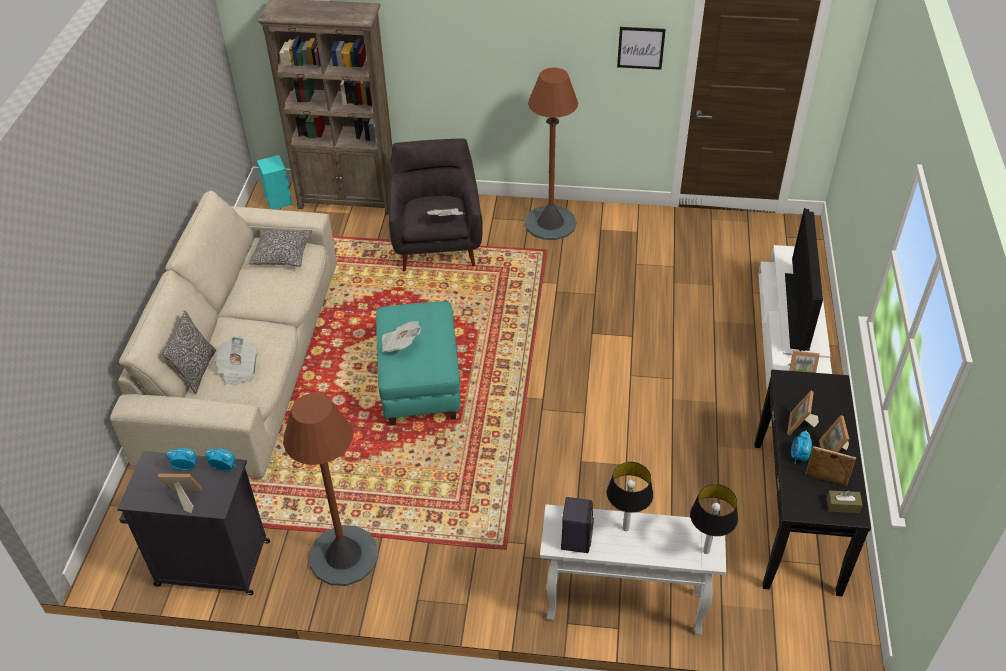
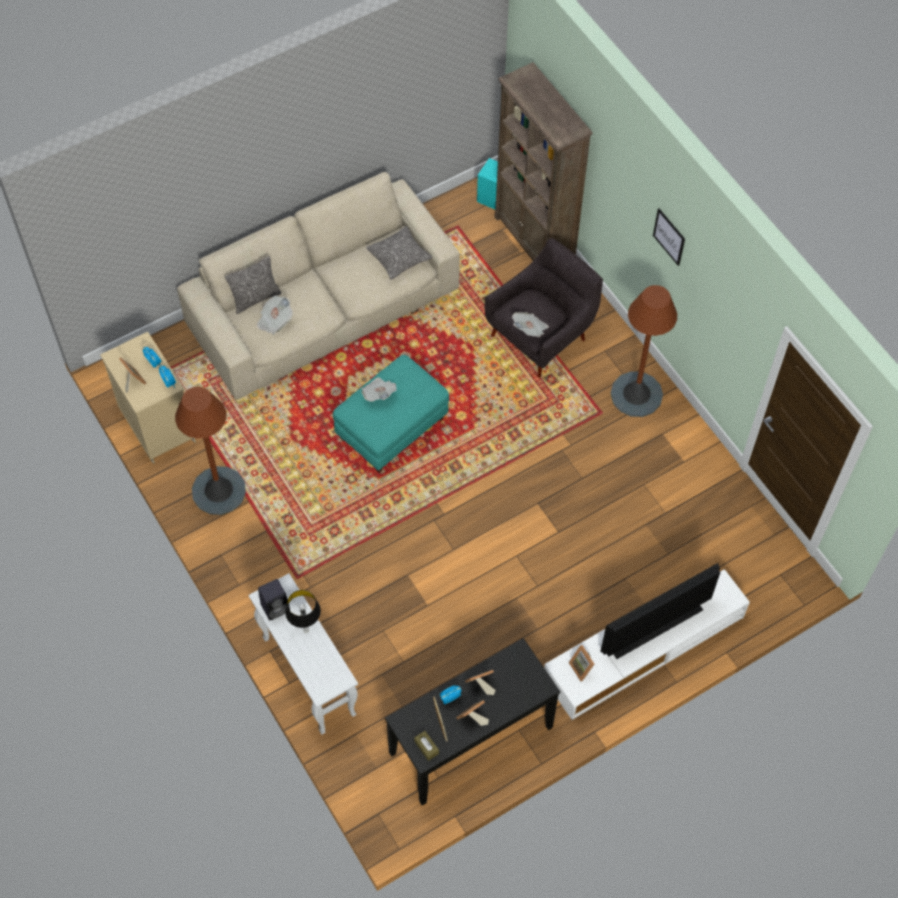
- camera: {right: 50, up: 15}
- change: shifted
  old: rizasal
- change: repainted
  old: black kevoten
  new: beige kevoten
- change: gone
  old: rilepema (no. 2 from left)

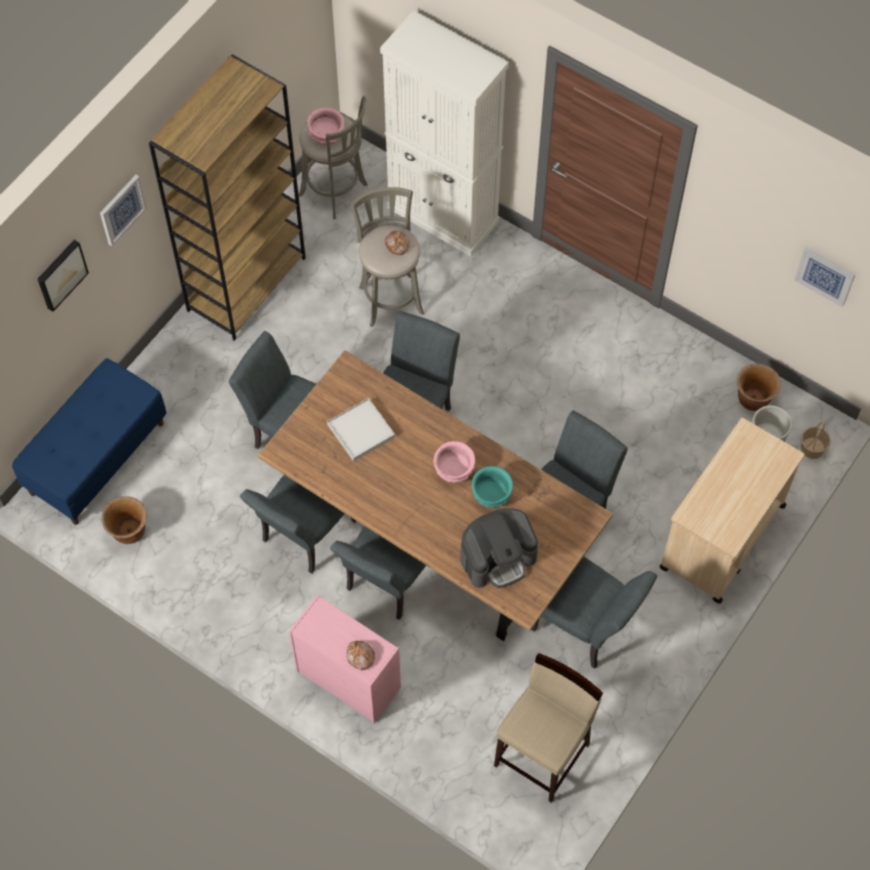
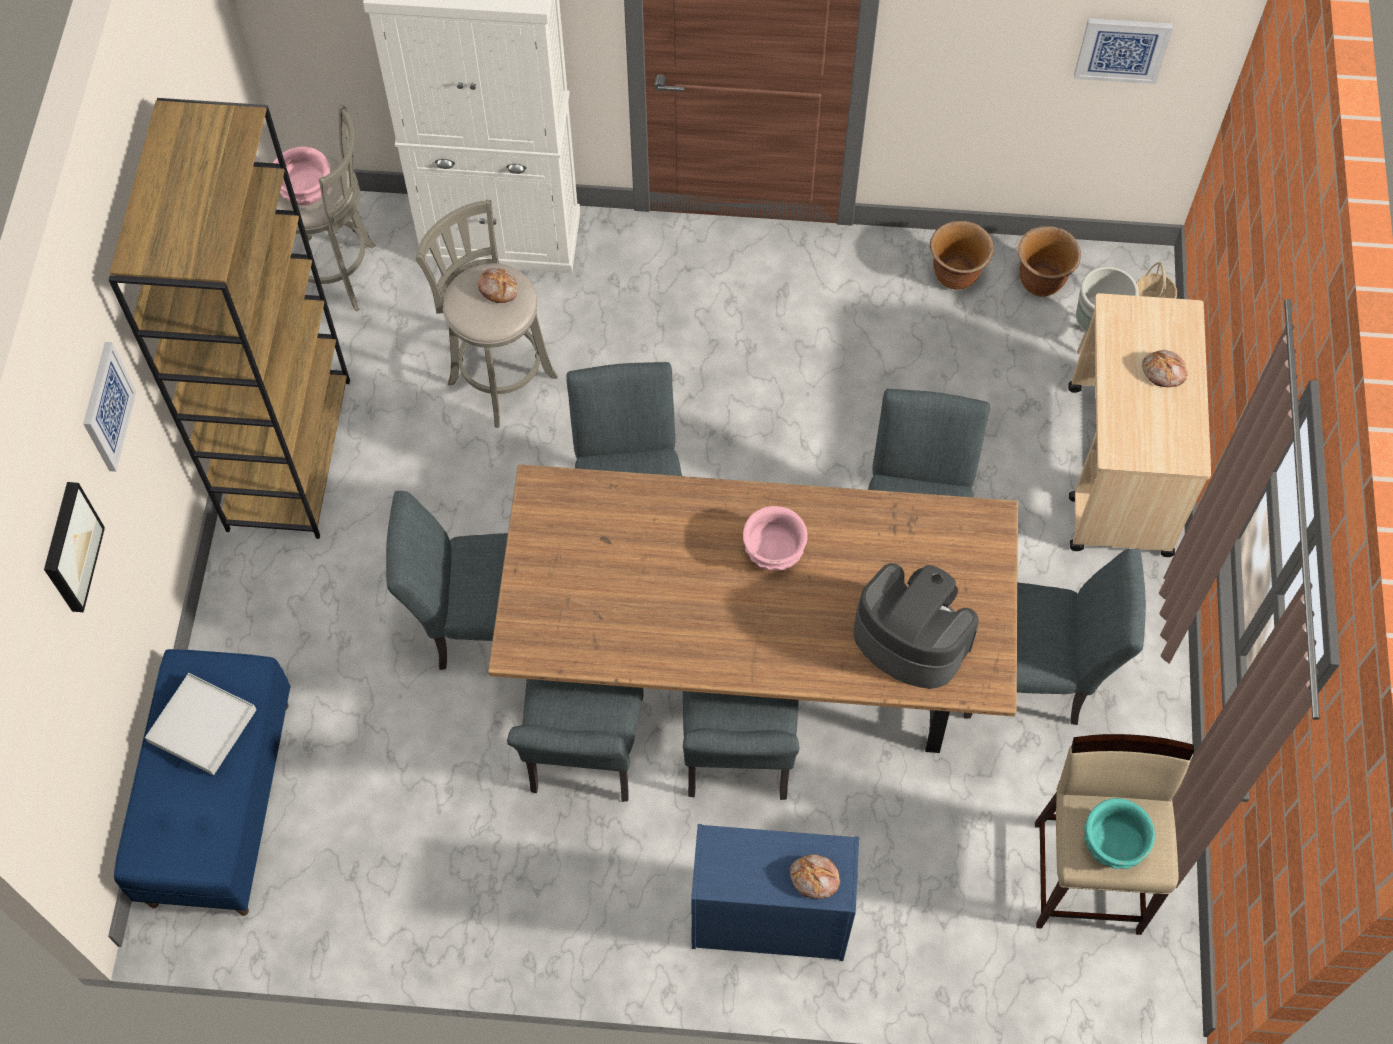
- camera: {right: -30, up: 0}
- change: shifted
  old: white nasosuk
- change: shifted
  old: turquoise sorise
- change: shifted
  old: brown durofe (no. 1 from left)
- change: rotated
  old: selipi
  degrees: -90
- change: repainted
  old: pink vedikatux
  new: blue vedikatux
- change: new
  new: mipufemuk (no. 3 from left)

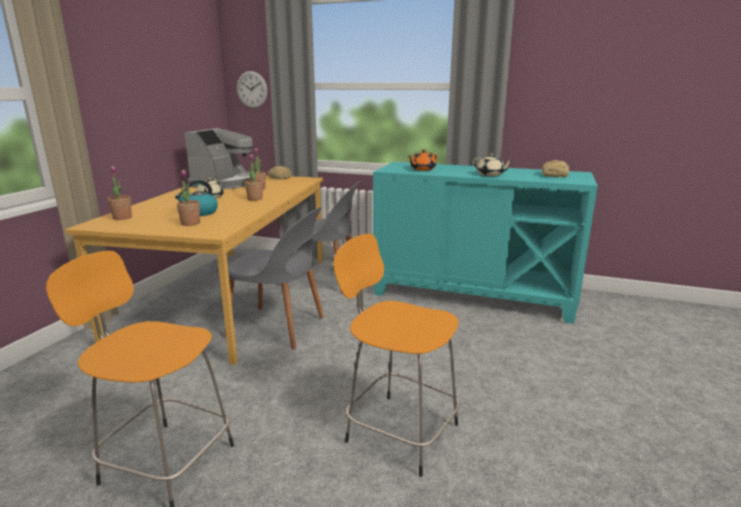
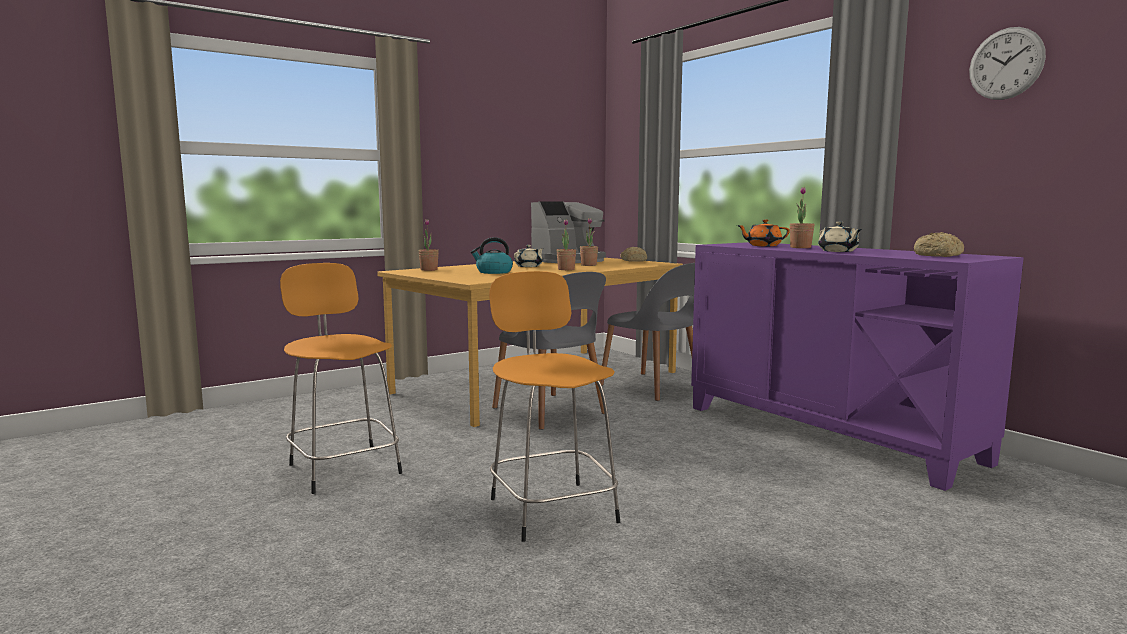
- camera: {right: 35, up: -10}
- change: shifted
  old: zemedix
- change: repainted
  old: turquoise kevoten
  new: purple kevoten
- change: shifted
  old: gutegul (no. 2 from left in the first image)
  new: gutegul (no. 4 from left)

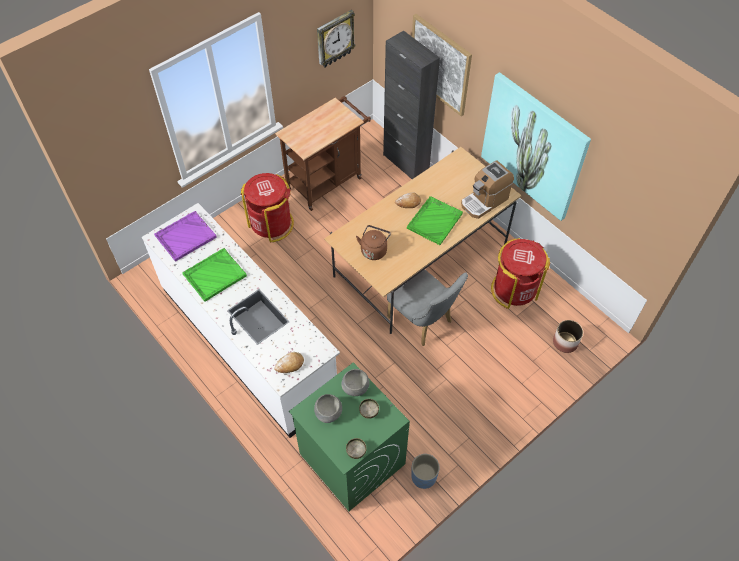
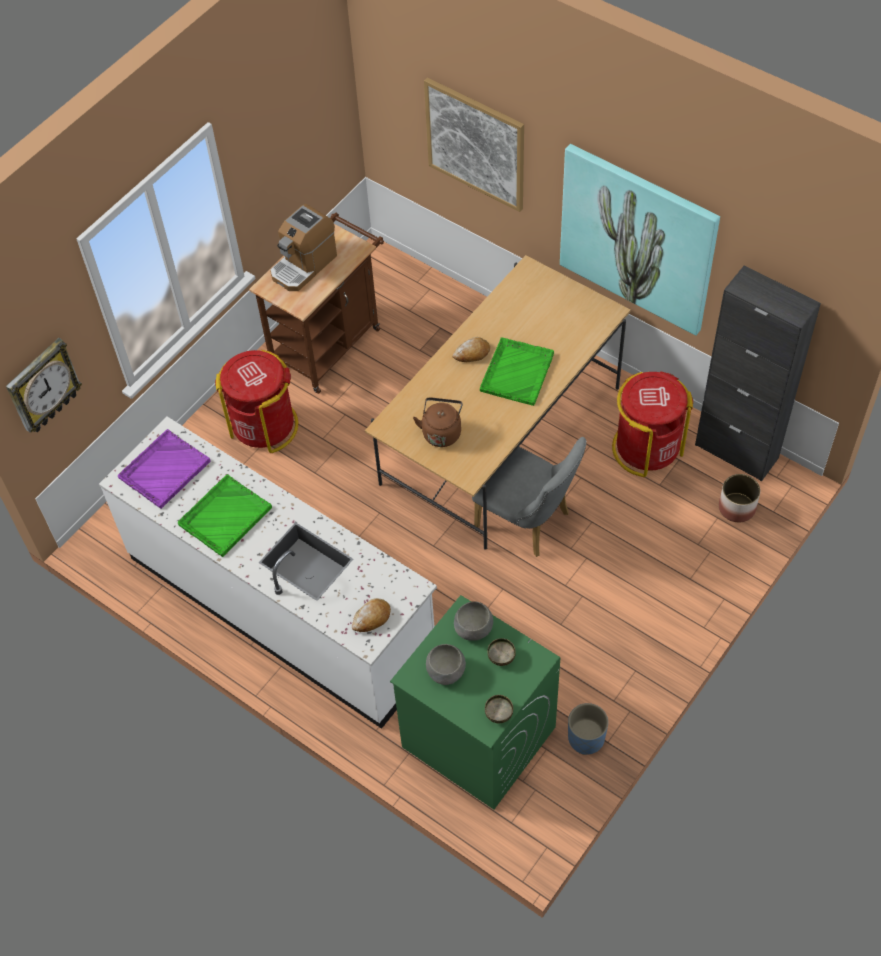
- camera: {right: -10, up: 0}
- change: shifted
  old: zemedix
- change: shifted
  old: black kevoten
- change: shifted
  old: selipi

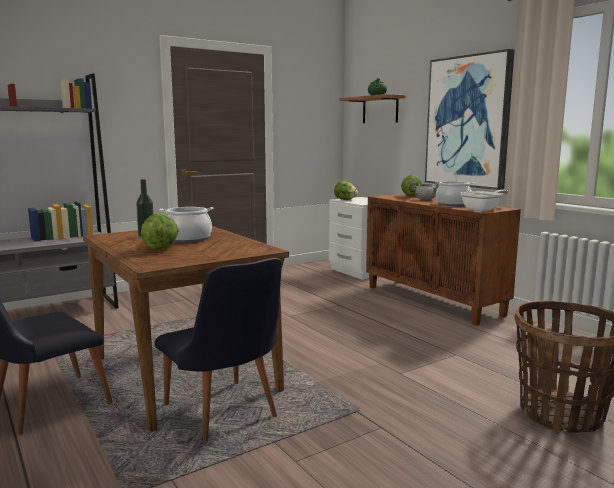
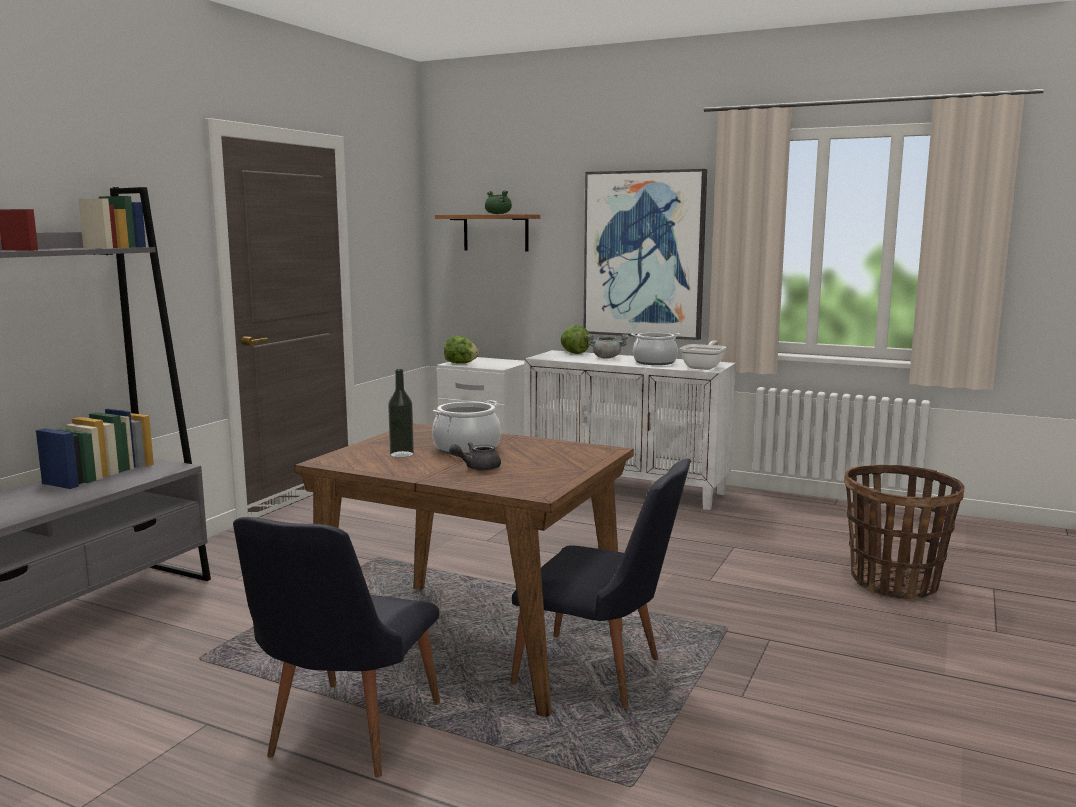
- camera: {right: -30, up: 0}
- change: repainted
  old: brown kevoten
  new: white kevoten
- change: swapped
  old: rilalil (no. 1 from left)
  new: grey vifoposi

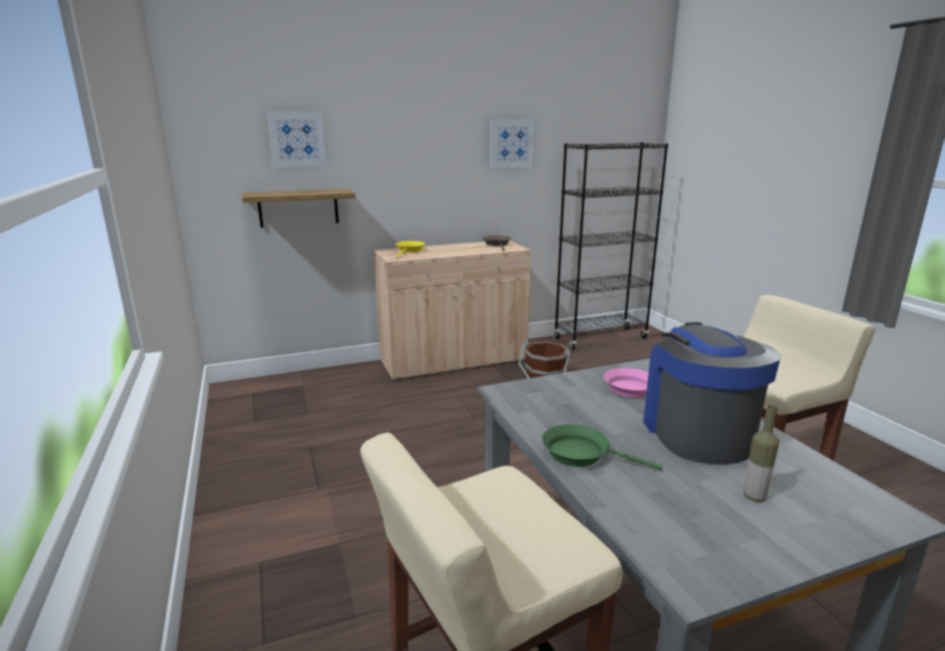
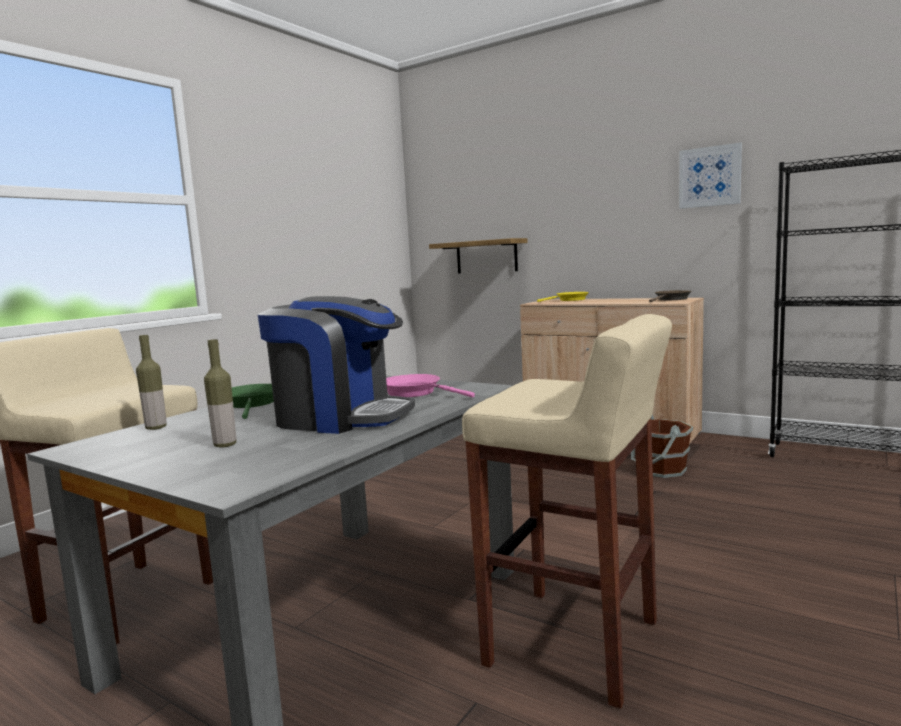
- camera: {right: 55, up: -10}
- change: gone
  old: rizasal (no. 1 from left)
- change: rotated
  old: selipi
  degrees: 60
- change: new
  new: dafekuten (no. 1 from left)

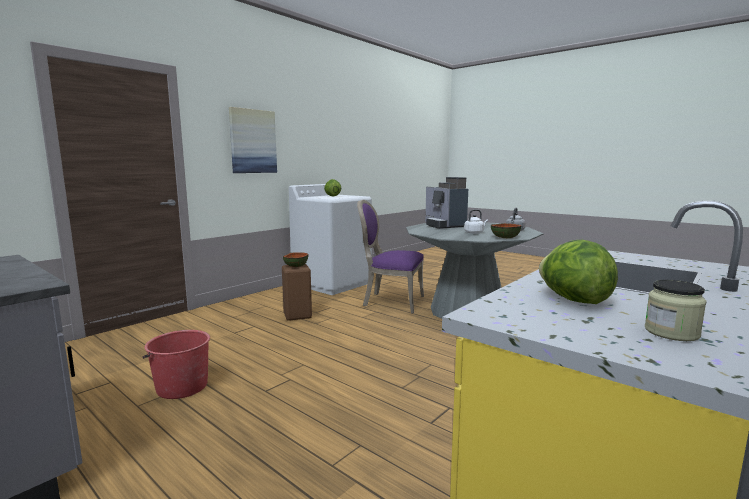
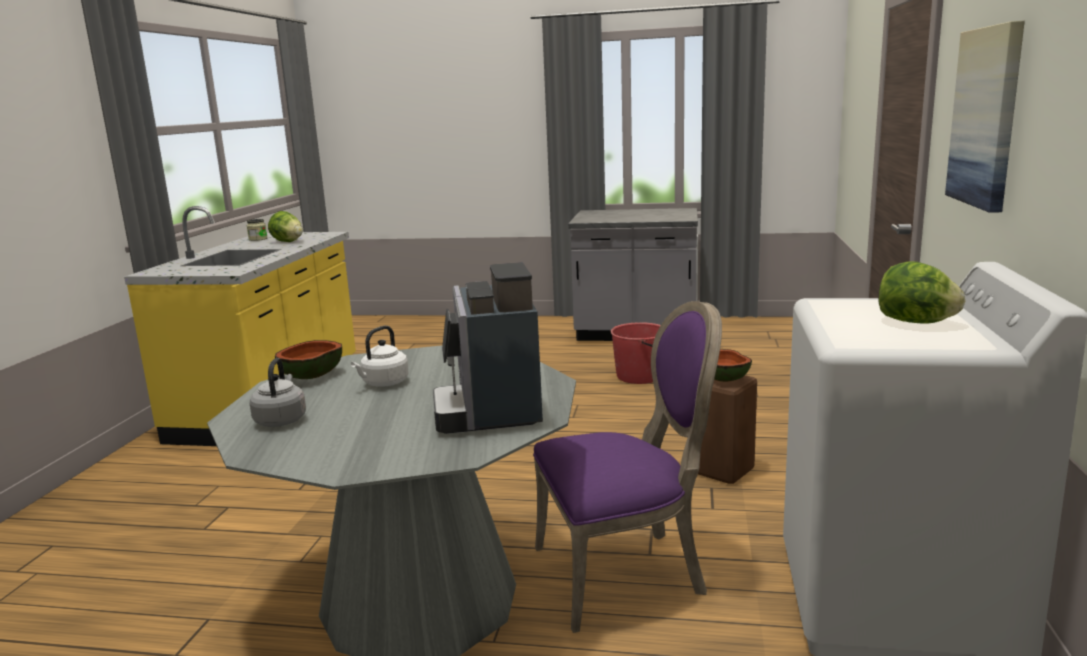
- camera: {right: 150, up: 5}
- change: rotated
  old: selipi
  degrees: -135

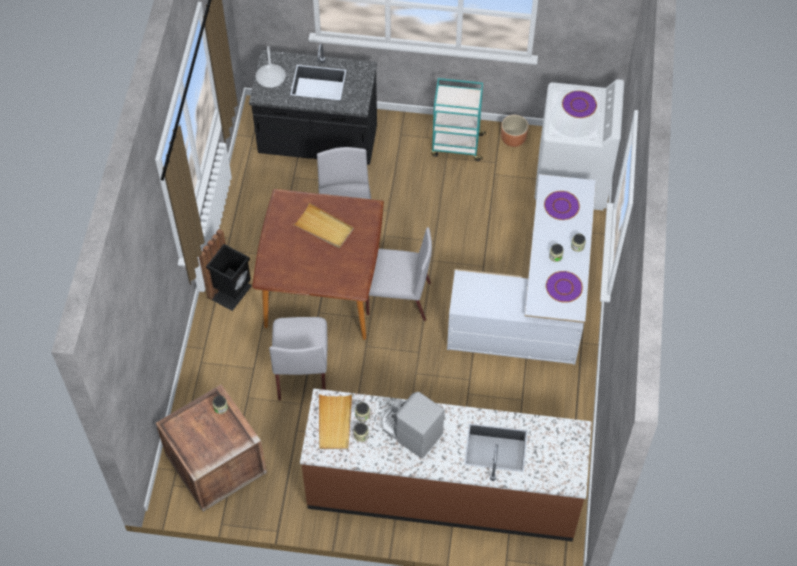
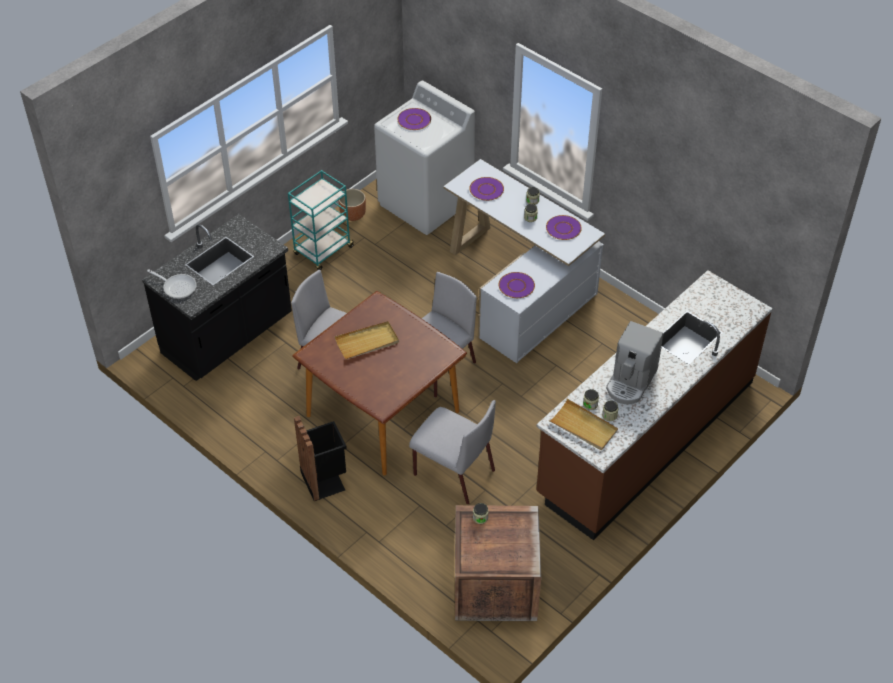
- camera: {right: -55, up: -10}
- change: rotated
  old: selipi
  degrees: -45
- change: new
  new: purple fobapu (no. 3 from left)

